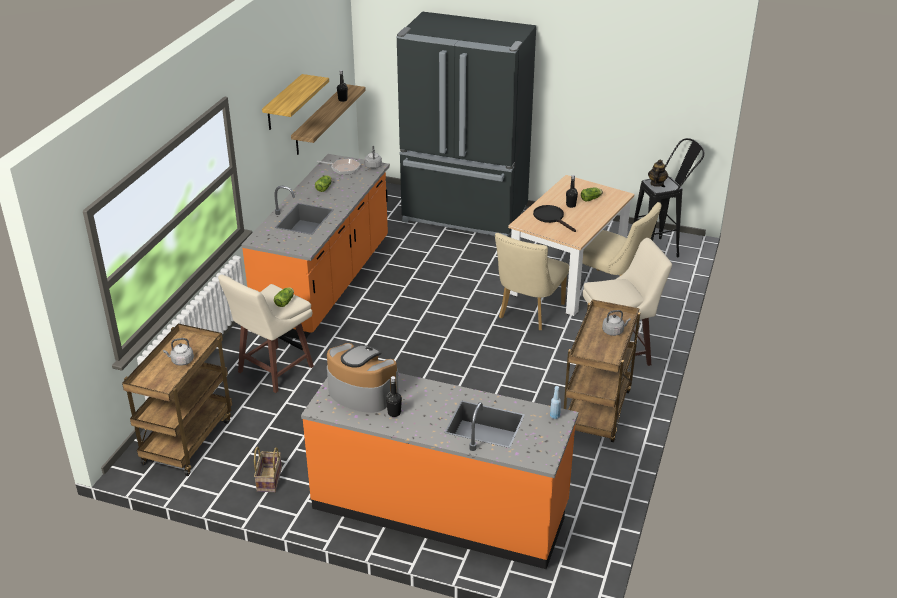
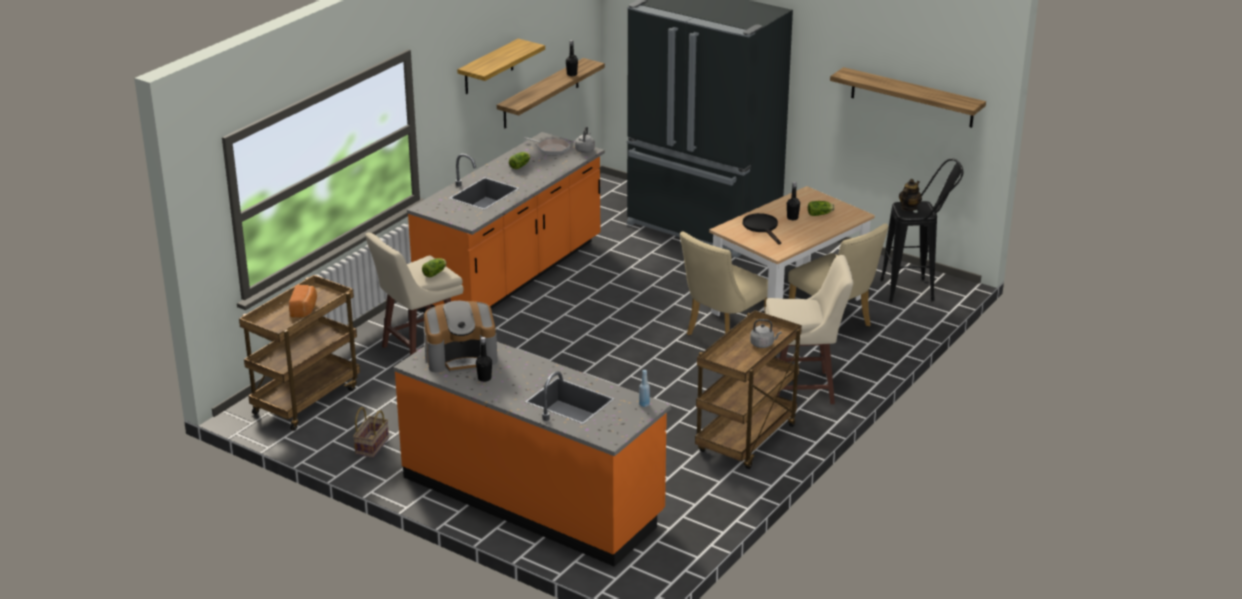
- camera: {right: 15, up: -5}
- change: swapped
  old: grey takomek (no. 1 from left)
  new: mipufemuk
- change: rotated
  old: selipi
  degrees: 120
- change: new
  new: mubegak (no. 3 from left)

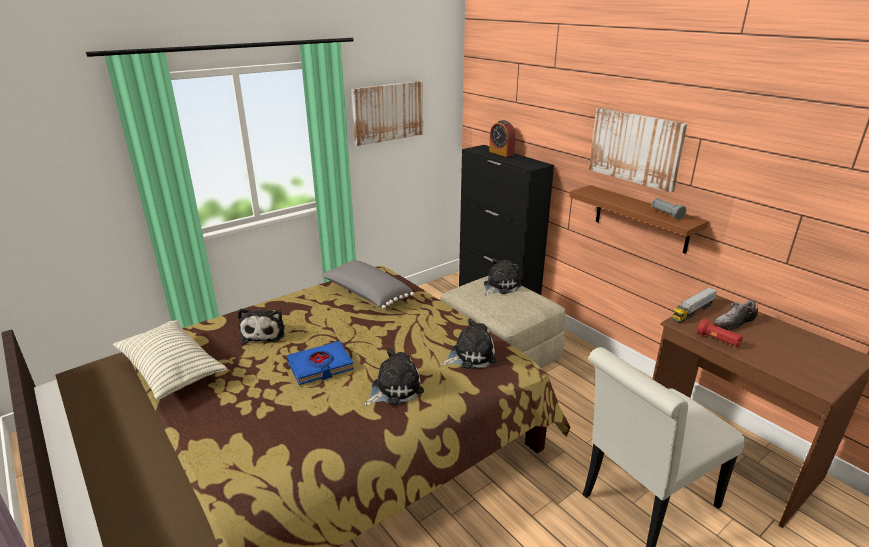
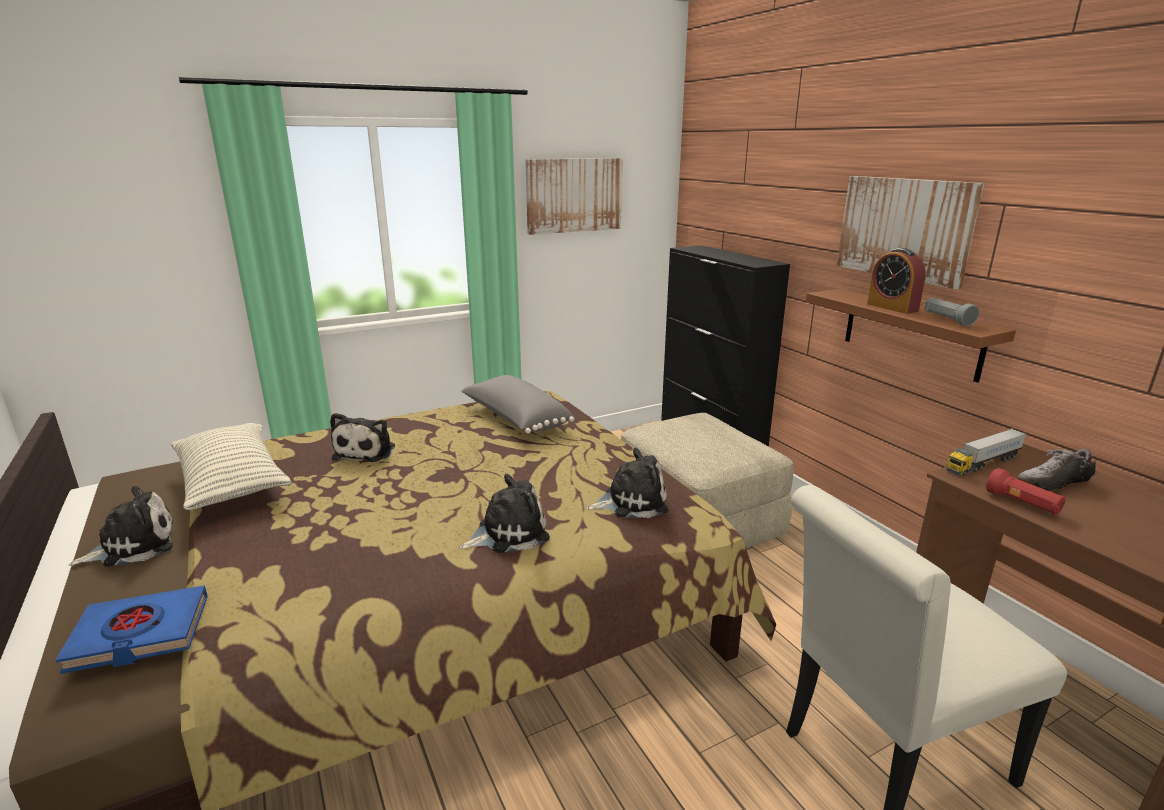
- camera: {right: 10, up: -5}
- change: shifted
  old: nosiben
- change: shifted
  old: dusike (no. 4 from left in the first image)
  new: dusike (no. 1 from left)
- change: shifted
  old: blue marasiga

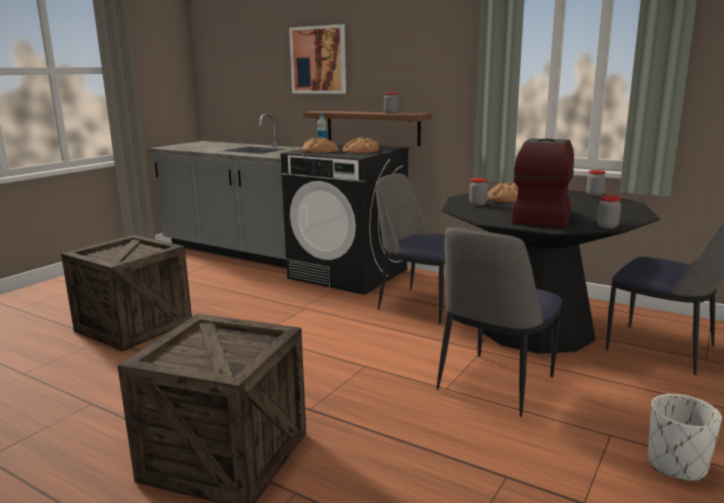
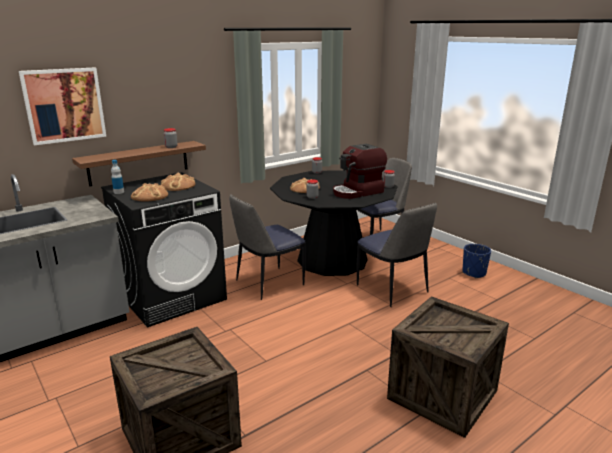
- camera: {right: -70, up: 5}
- change: rotated
  old: selipi
  degrees: -75
- change: repainted
  old: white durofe
  new: blue durofe

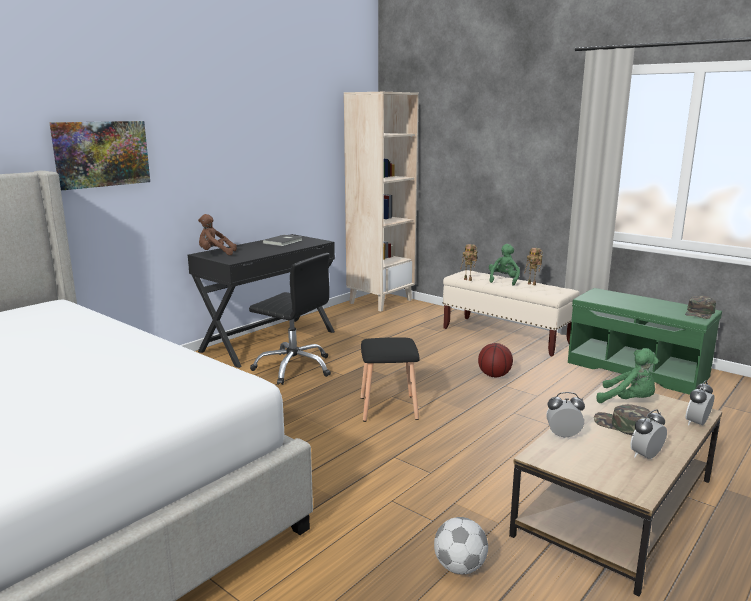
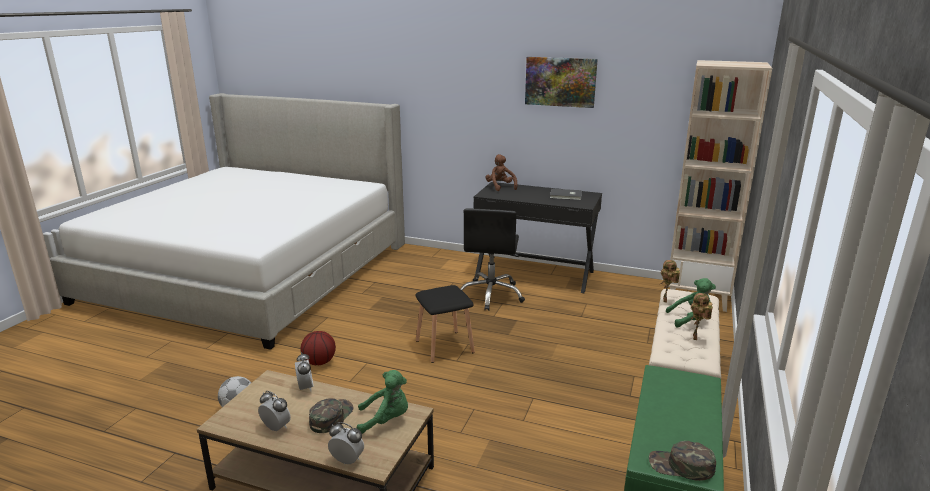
- camera: {right: 70, up: 5}
- change: shifted
  old: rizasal
- change: shifted
  old: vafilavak
- change: rotated
  old: green dusike (no. 2 from left in the first image)
  degrees: -105

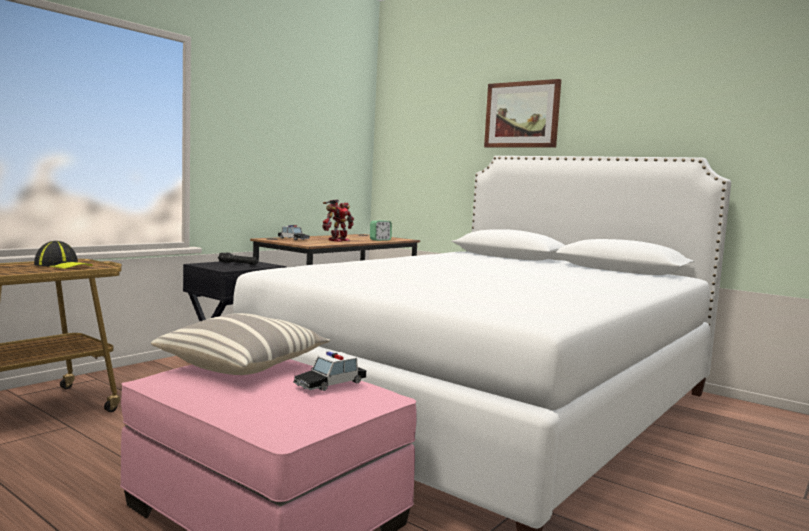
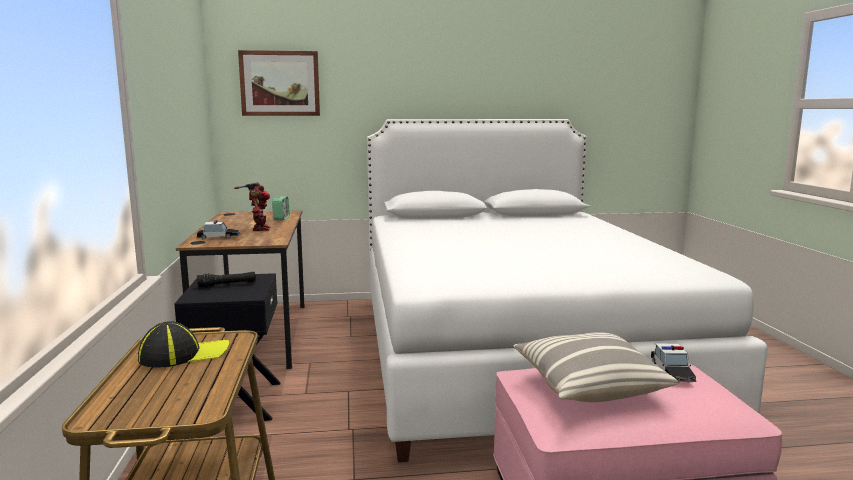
- camera: {right: -45, up: 5}
- change: shifted
  old: rizasal

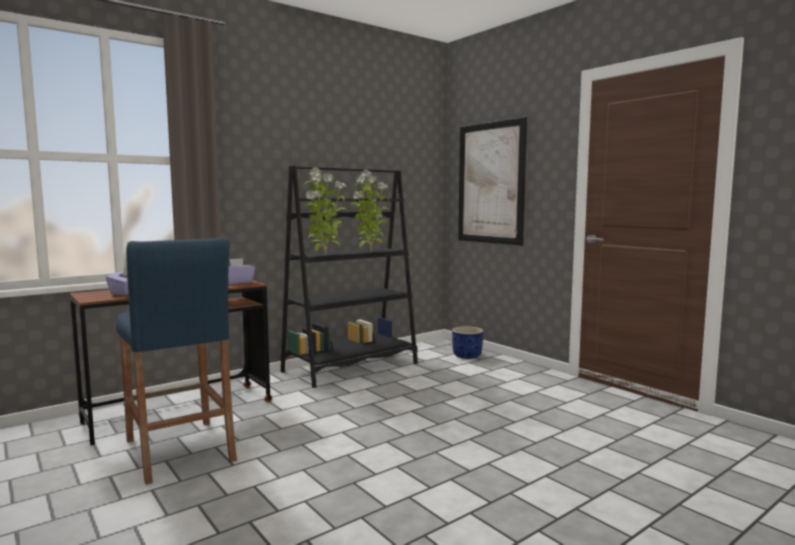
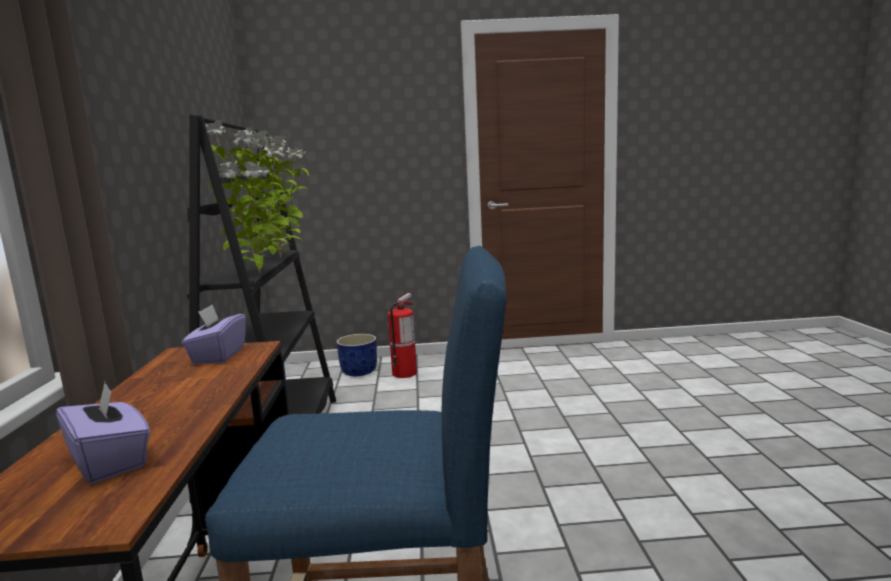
- camera: {right: -55, up: 5}
- change: gone
  old: rizasal
- change: new
  new: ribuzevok

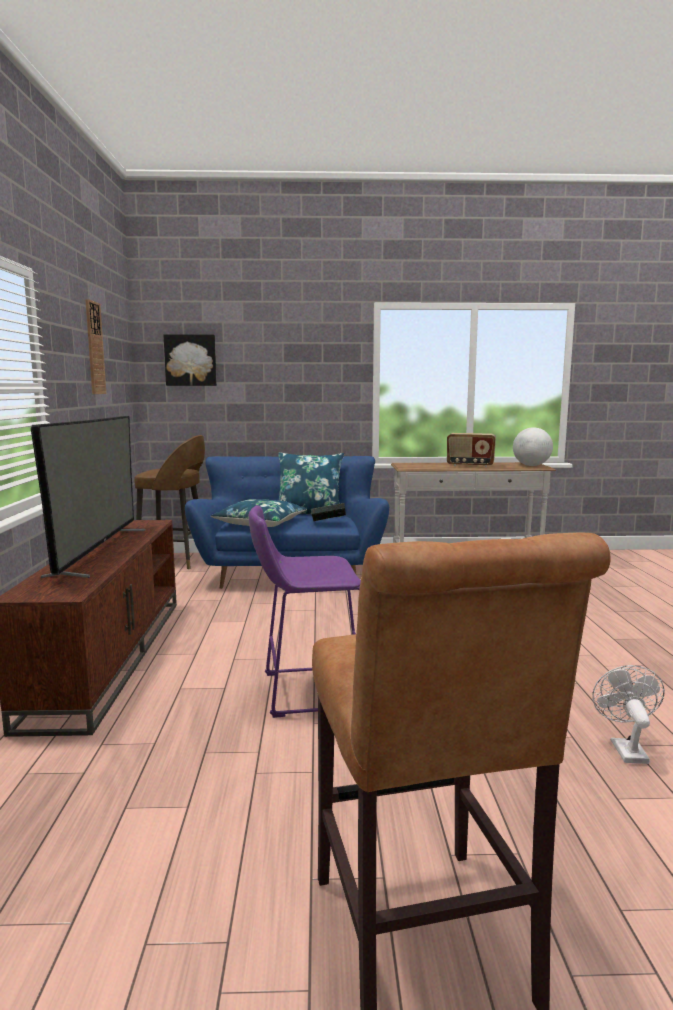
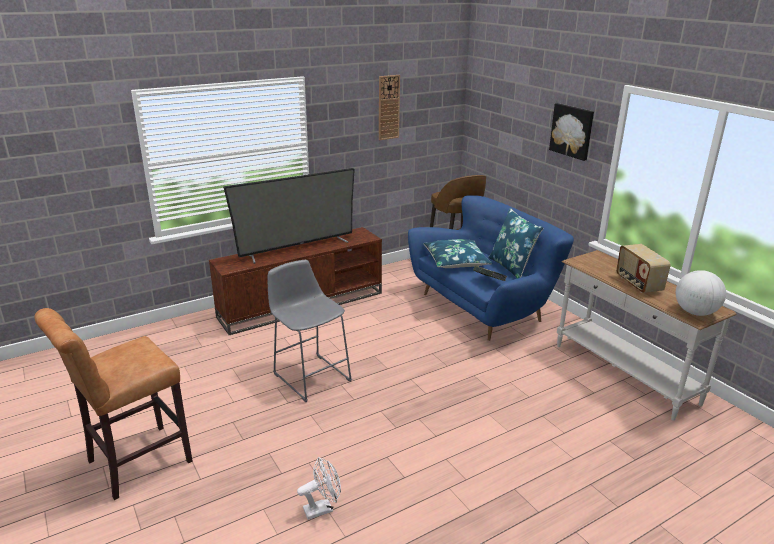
- camera: {right: 60, up: 15}
- change: shifted
  old: rizasal
- change: repainted
  old: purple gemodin
  new: grey gemodin

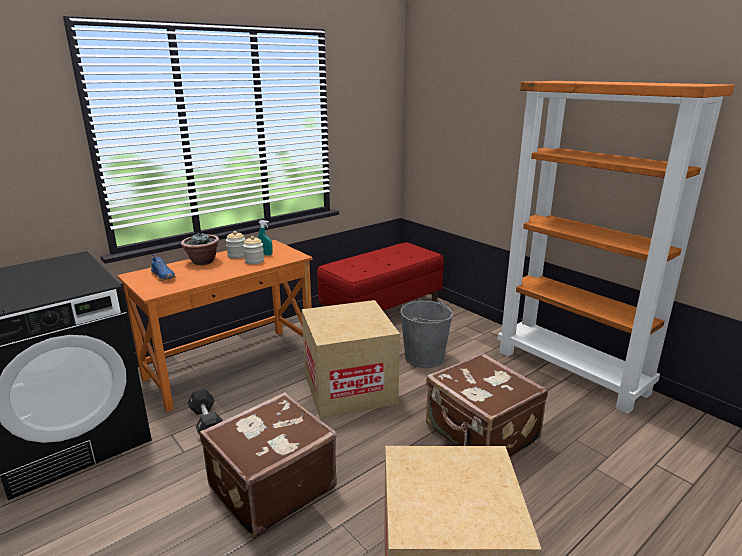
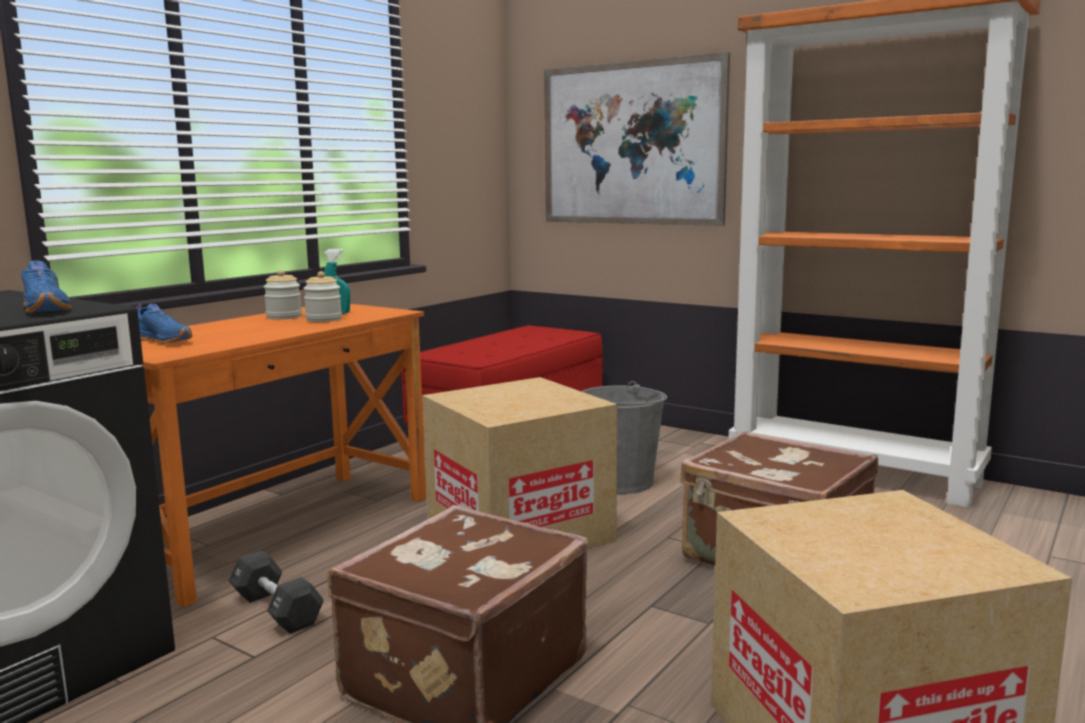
- camera: {right: -15, up: -10}
- change: gone
  old: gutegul
- change: new
  new: rizasal
- change: new
  new: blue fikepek (no. 1 from left)

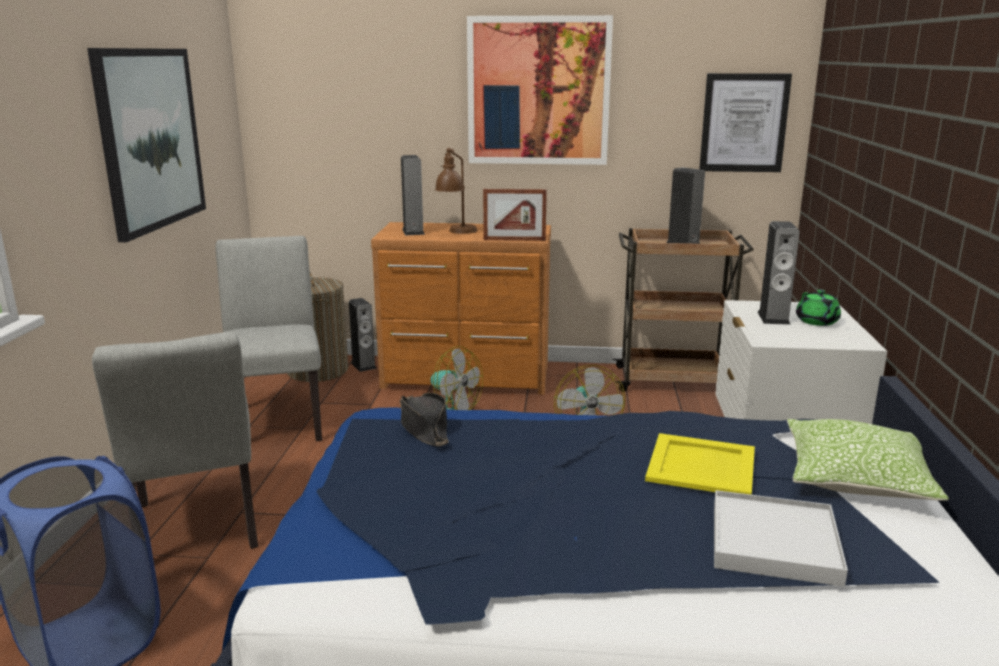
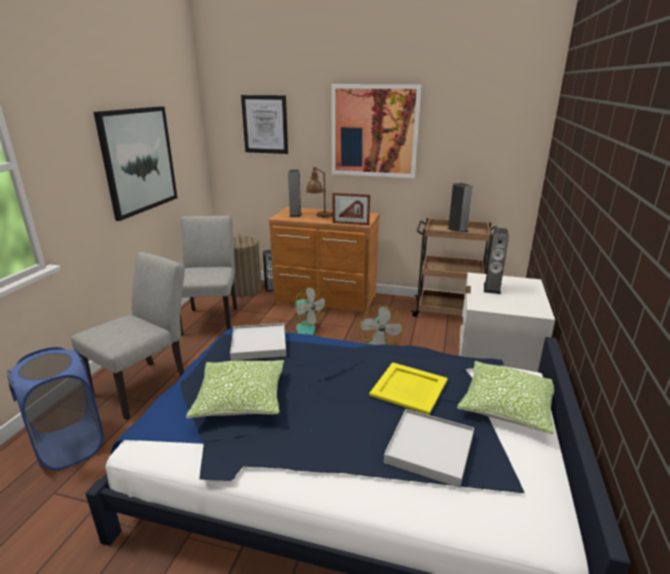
- camera: {right: 10, up: 5}
- change: shifted
  old: rizasal (no. 3 from left in the first image)
  new: rizasal (no. 2 from left)
- change: gone
  old: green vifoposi
- change: rotated
  old: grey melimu (no. 1 from left)
  degrees: -135
- change: swapped
  old: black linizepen
  new: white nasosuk (no. 1 from left)
- change: new
  new: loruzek (no. 1 from left)

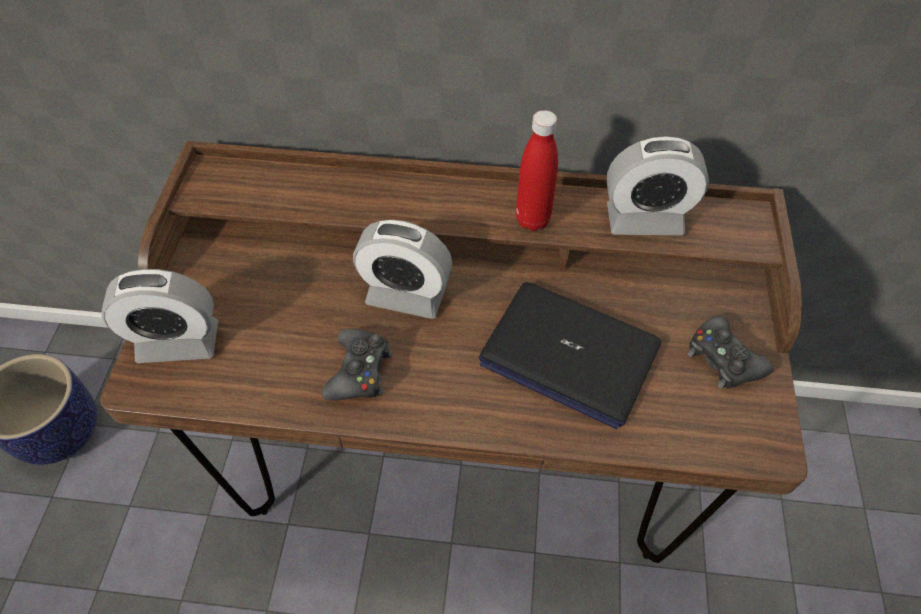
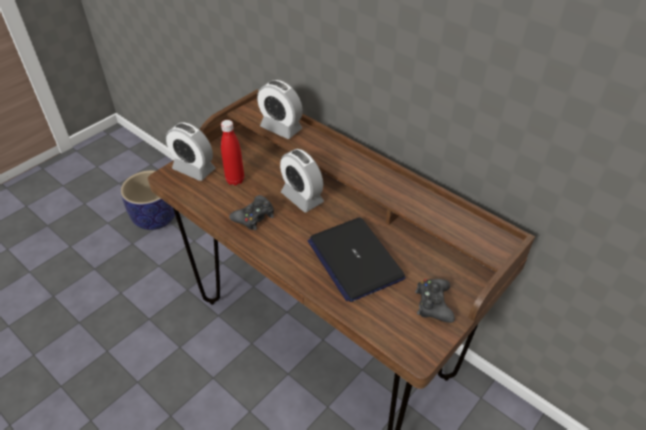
- camera: {right: 35, up: -10}
- change: shifted
  old: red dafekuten
- change: shifted
  old: nosiben (no. 3 from left in the first image)
  new: nosiben (no. 2 from left)

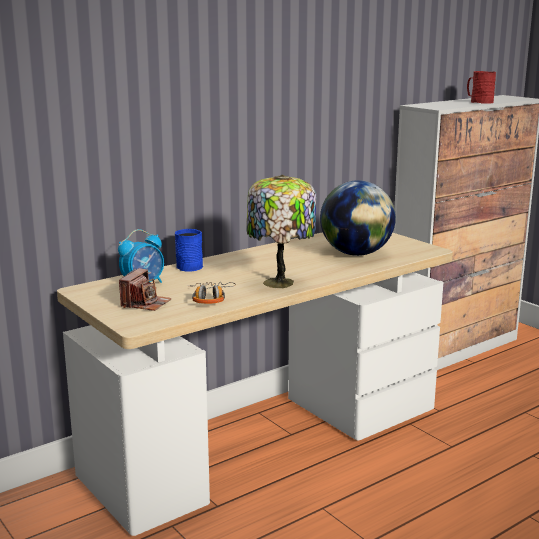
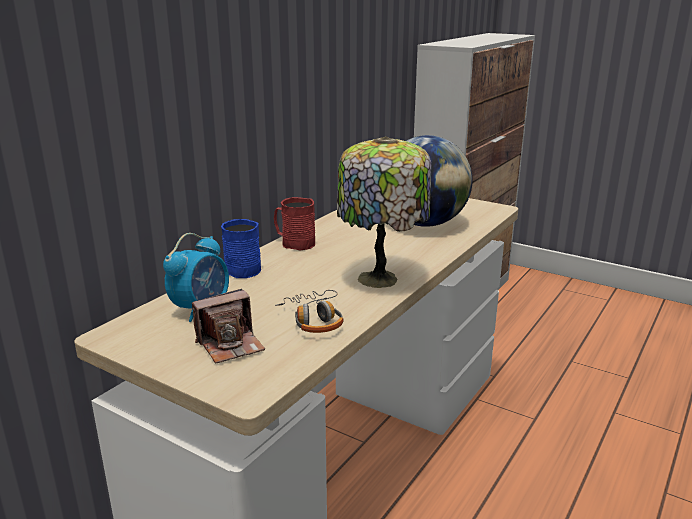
- camera: {right: -20, up: 5}
- change: shifted
  old: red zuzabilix
- change: rotated
  old: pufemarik
  degrees: 60

